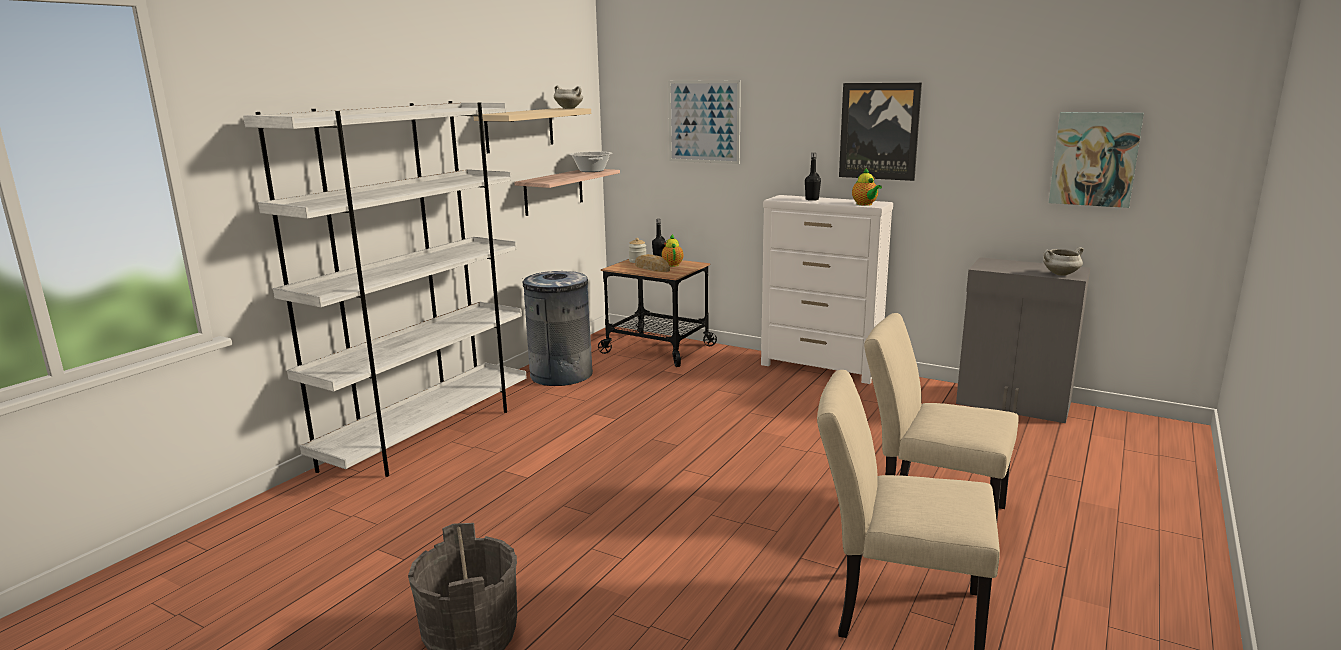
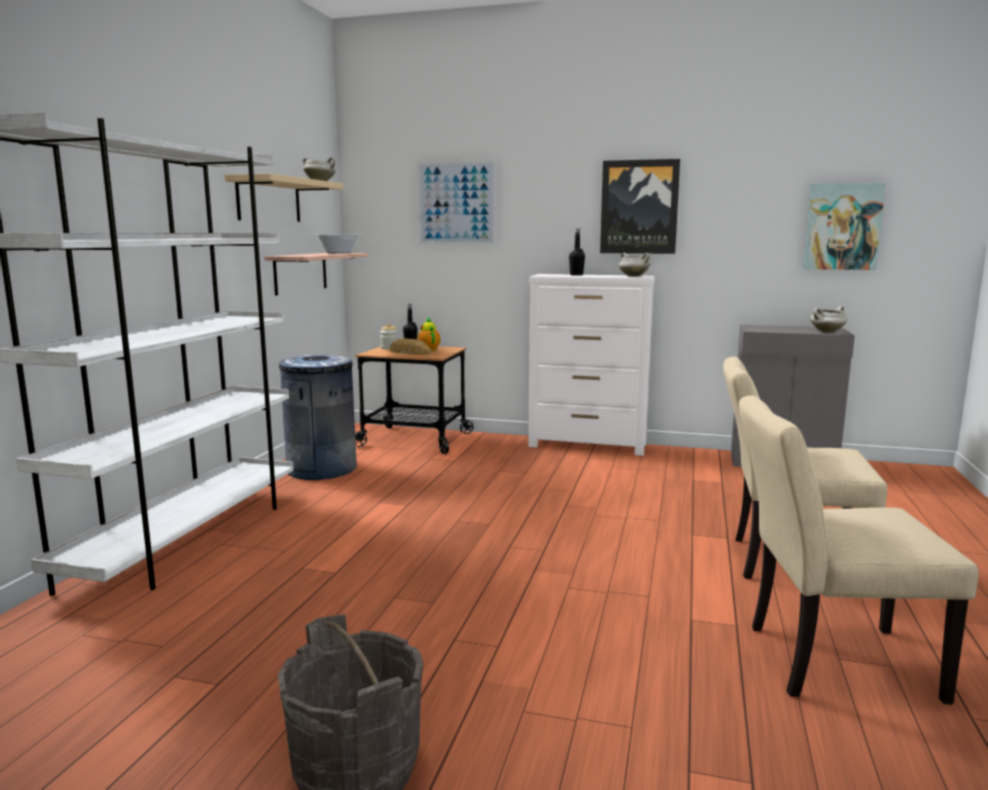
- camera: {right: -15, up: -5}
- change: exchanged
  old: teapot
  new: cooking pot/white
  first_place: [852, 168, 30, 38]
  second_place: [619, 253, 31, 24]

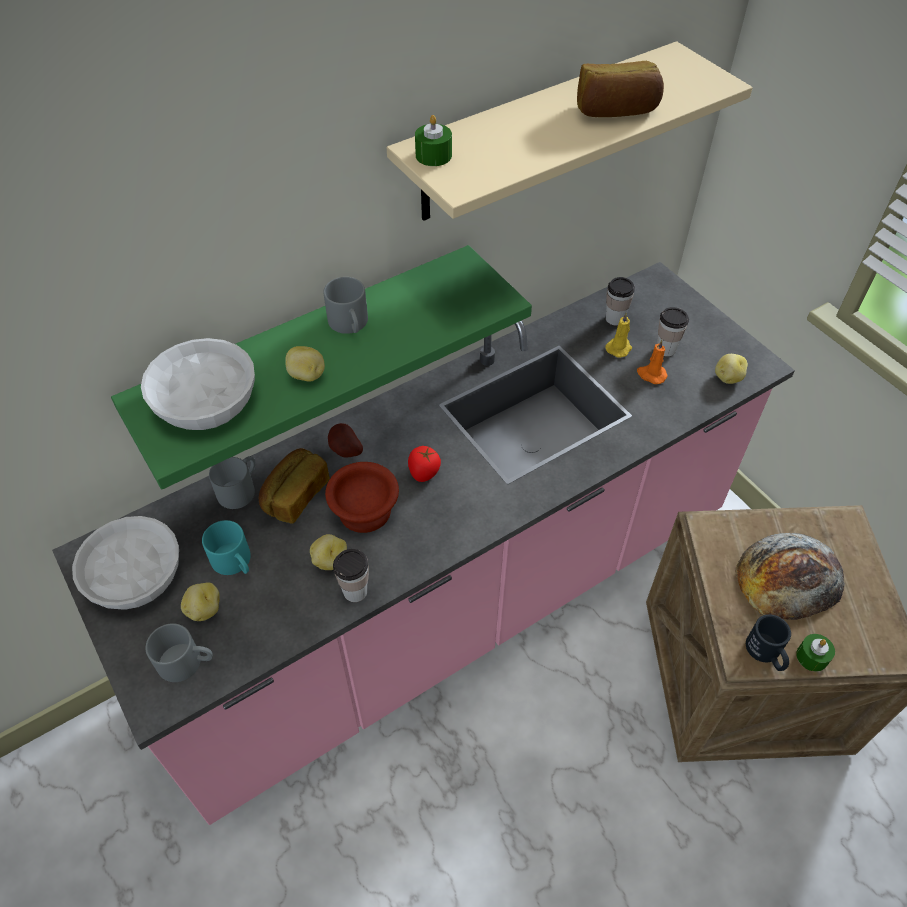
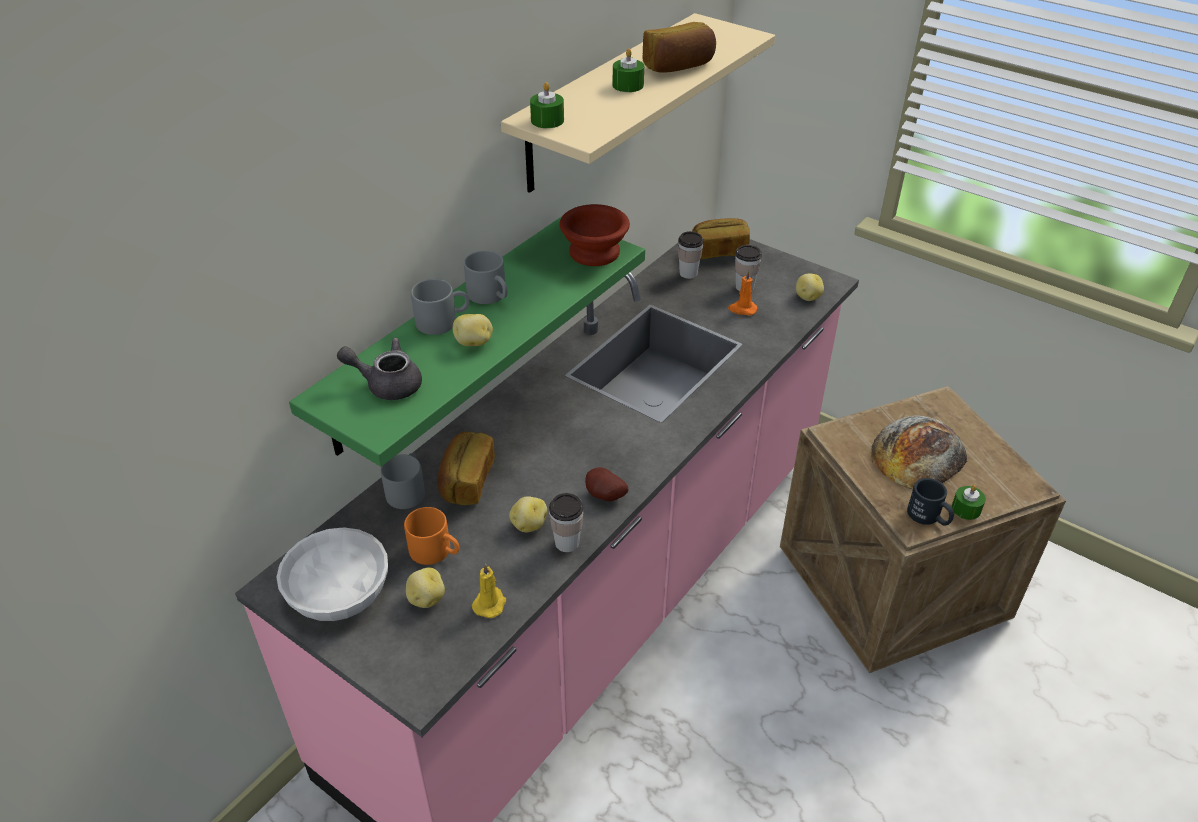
- camera: {right: -20, up: -10}
- change: relocated
  old: candle/yellow
  first_place: [605, 313, 27, 45]
  second_place: [472, 563, 34, 55]
- change: exchanged
  old: bowl/white
  new: teapot/grey
  first_place: [141, 338, 114, 92]
  second_place: [337, 338, 85, 62]
- change: relocated
  old: potato
  first_place: [328, 423, 35, 35]
  second_place: [585, 467, 44, 34]
- change: missing
  old: tomato
  first_place: [408, 446, 33, 36]
- change: relocated
  old: bowl/brown
  first_place: [325, 462, 74, 71]
  second_place: [560, 204, 70, 62]
- change: colour
  old: mug/turquoise
  new: mug/orange
  first_place: [202, 520, 49, 55]
  second_place: [404, 507, 56, 58]
- change: relocated
  old: mug/grey
  first_place: [146, 623, 67, 59]
  second_place: [411, 279, 59, 56]
- change: appeared
  new: candle/green
  second_place: [613, 48, 31, 44]
- change: appeared
  new: bread
  second_place: [692, 218, 58, 41]

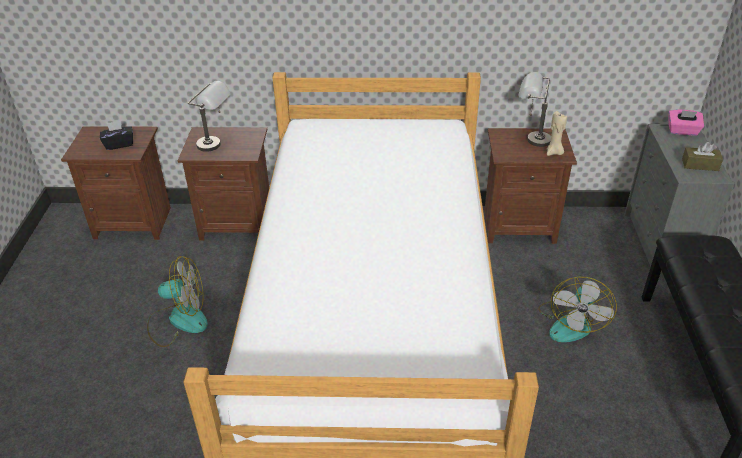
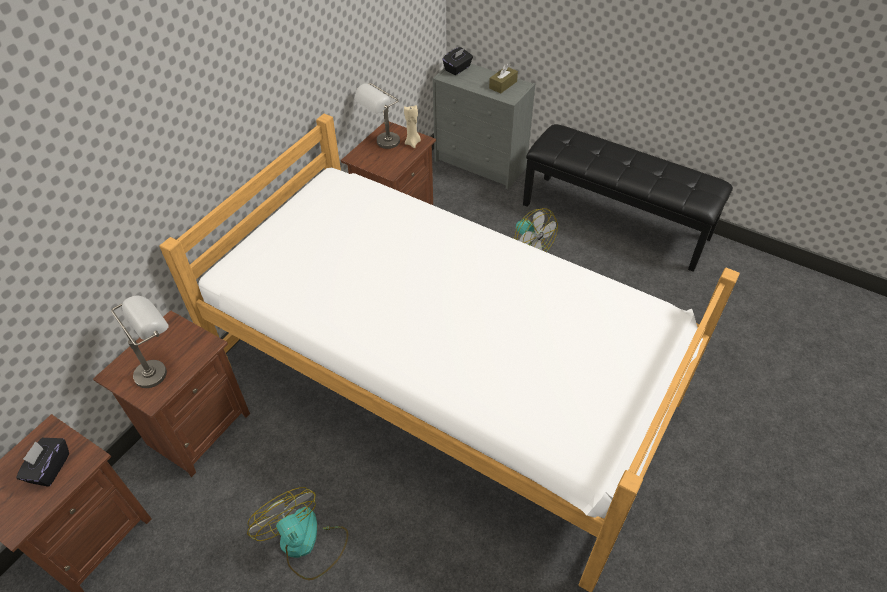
- camera: {right: -60, up: 10}
- change: colour
  old: tissue box/pink
  new: tissue box/black
  first_place: [668, 110, 36, 26]
  second_place: [442, 47, 31, 28]
- change: spun
  old: fan
  first_place: [147, 256, 61, 91]
  second_place: [247, 487, 101, 93]
  degrees: -60

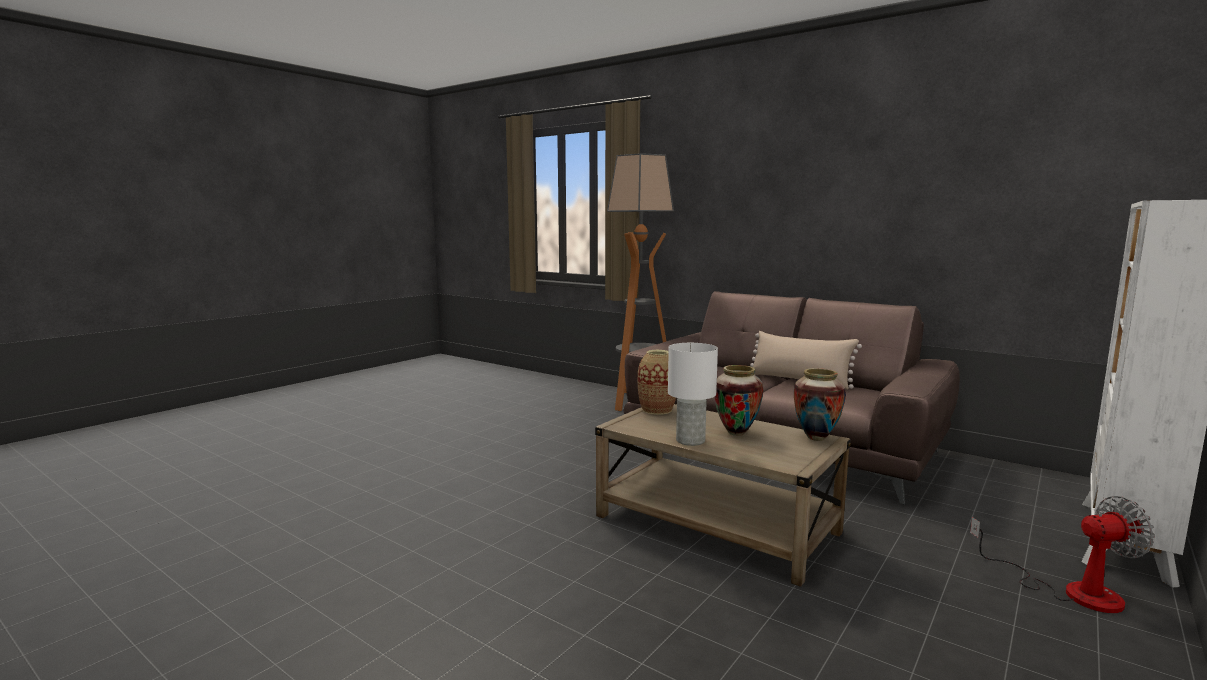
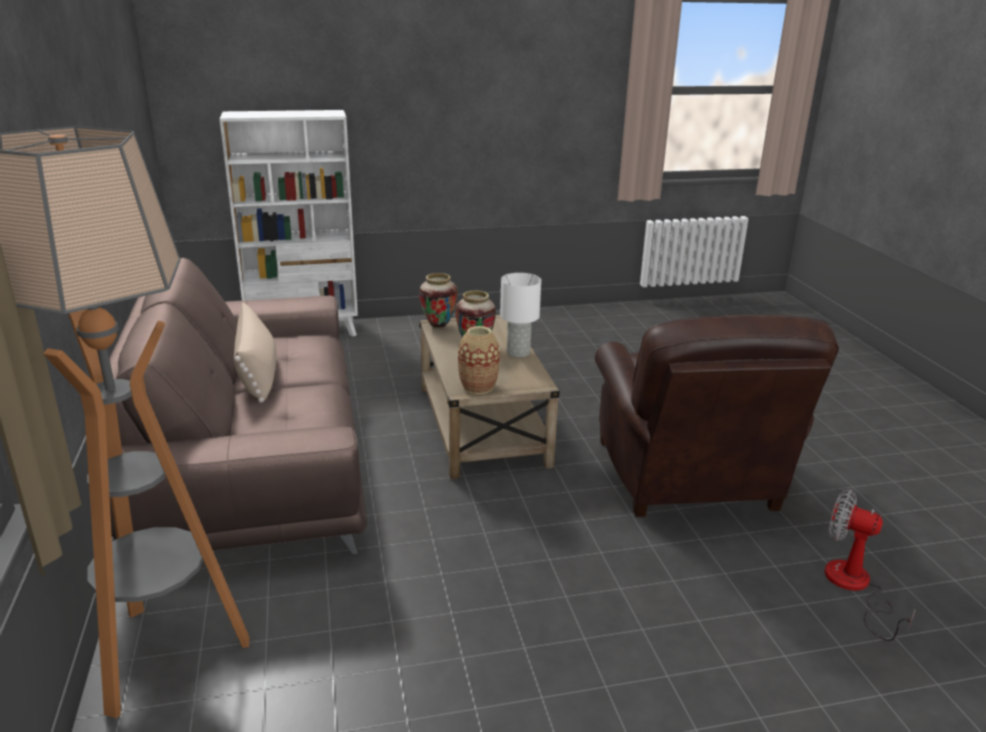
- camera: {right: -140, up: 15}
- change: relocated
  old: fan
  first_place: [970, 496, 185, 117]
  second_place: [825, 489, 90, 152]
- change: appeared
  new: armchair/brown
  second_place: [595, 315, 244, 202]

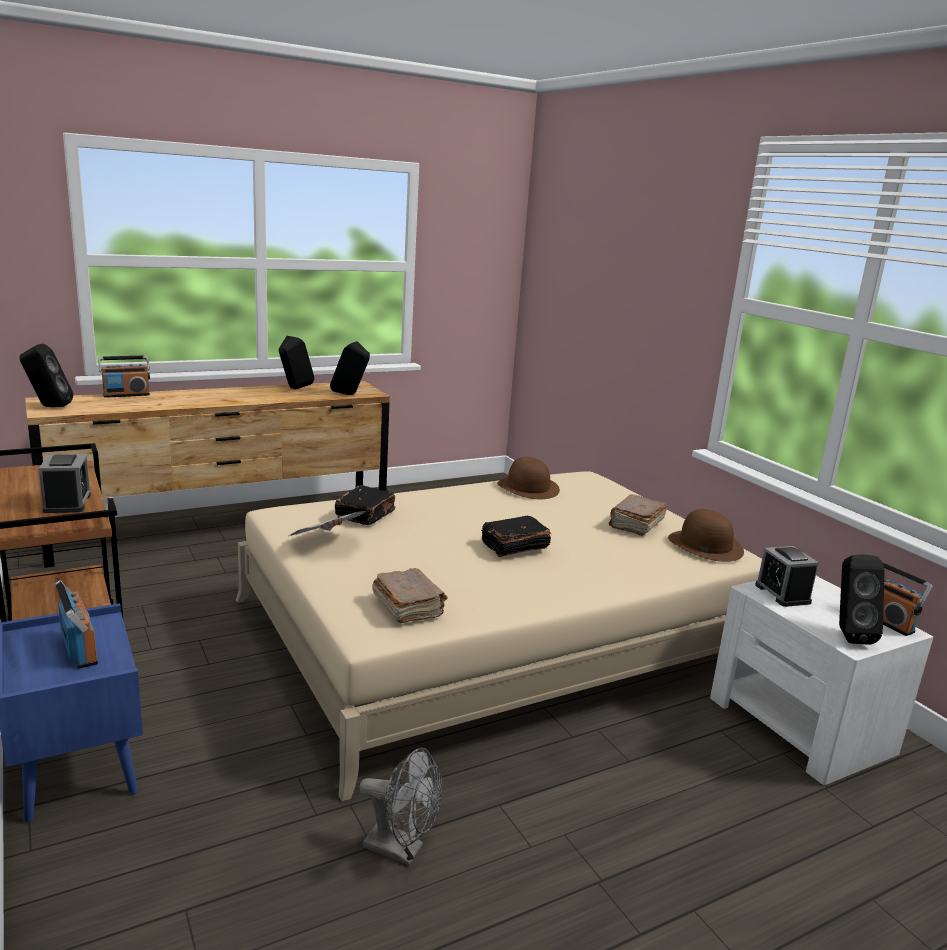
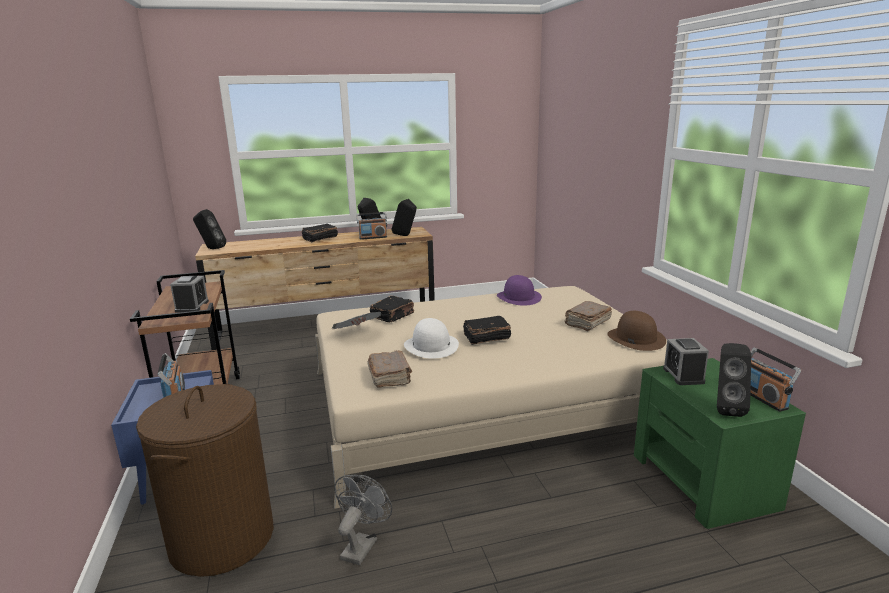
- camera: {right: 15, up: 0}
- change: relocated
  old: radio
  first_place: [98, 356, 52, 42]
  second_place: [356, 212, 31, 28]
- change: colour
  old: hat/brown
  new: hat/purple
  first_place: [497, 457, 63, 42]
  second_place: [497, 275, 45, 31]
- change: colour
  old: nightstand/white
  new: nightstand/green
  first_place: [710, 576, 223, 209]
  second_place: [634, 358, 172, 171]
- change: spun
  old: fan/grey
  first_place: [359, 747, 83, 118]
  second_place: [334, 475, 58, 90]
  degrees: -105
- change: appeared
  new: book/black
  second_place: [302, 224, 36, 18]
- change: appeared
  new: hat/white
  second_place: [404, 318, 55, 41]
- change: appeared
  new: laundry basket/brown
  second_place: [136, 384, 138, 193]

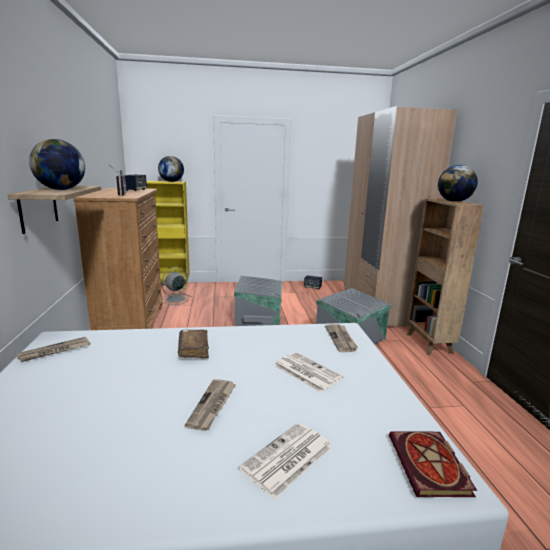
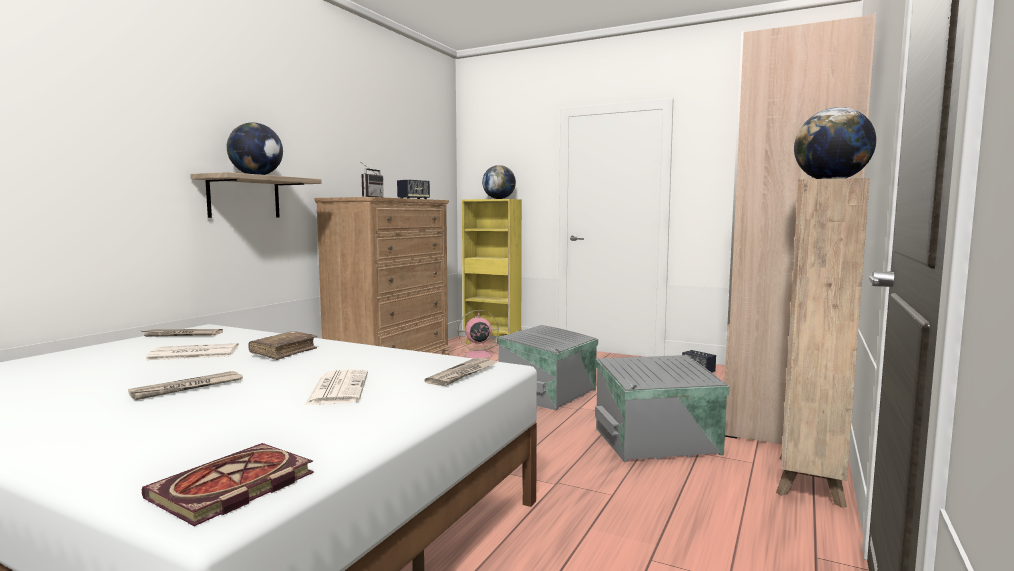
- camera: {right: 35, up: -10}
- change: colour
  old: fan/grey
  new: fan/pink
  first_place: [161, 267, 31, 38]
  second_place: [458, 310, 41, 49]
- change: relocated
  old: newspaper
  first_place: [239, 422, 93, 77]
  second_place: [145, 343, 94, 18]

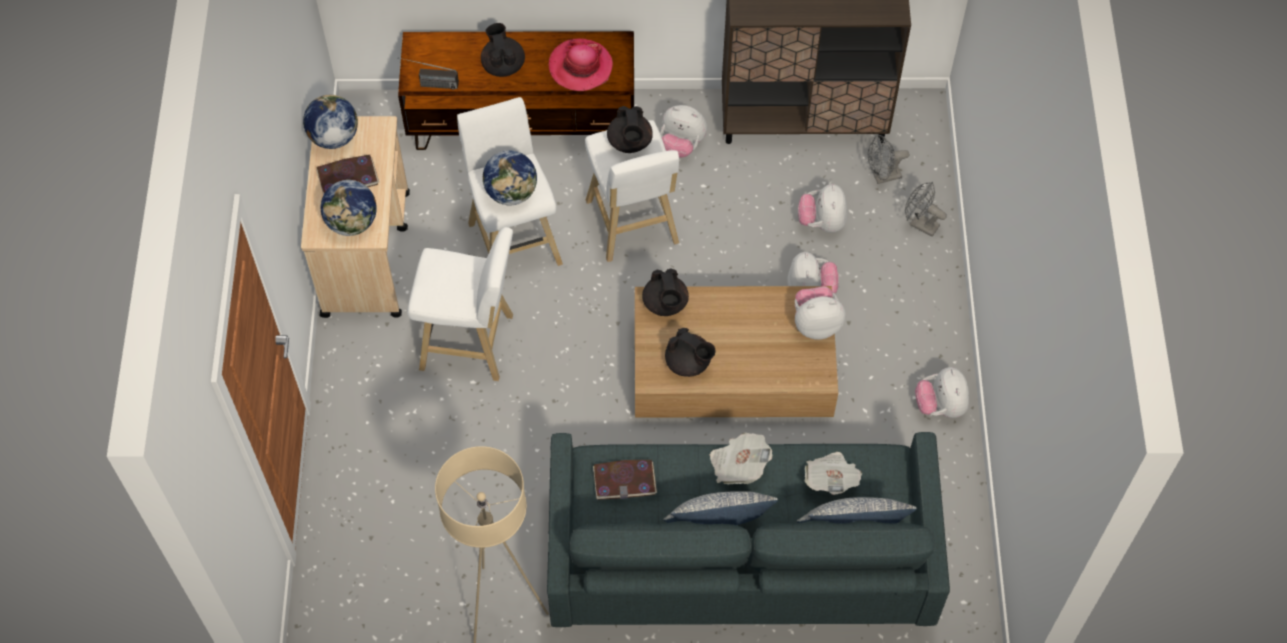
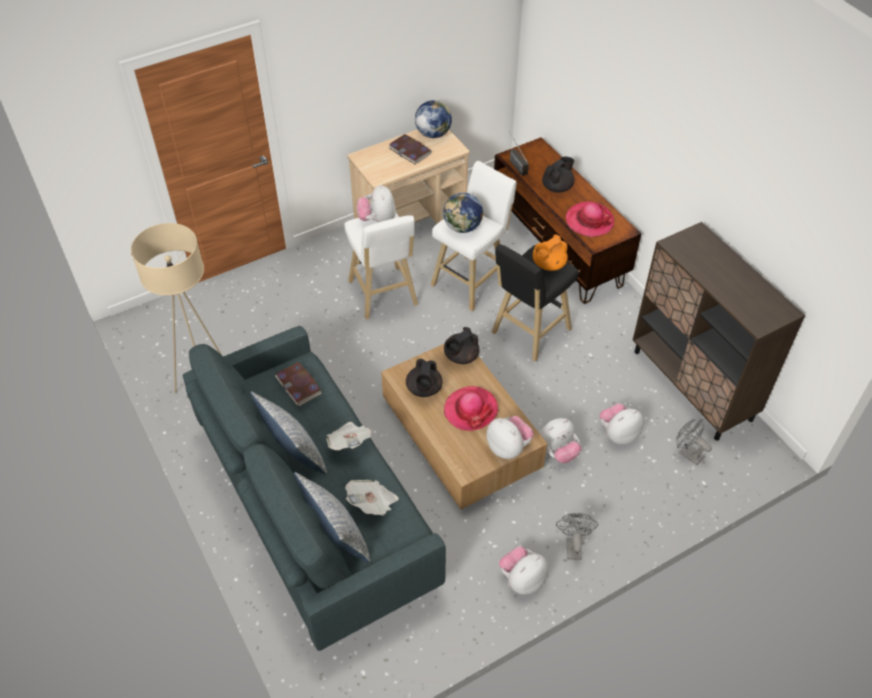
- camera: {right: 60, up: -10}
- change: relocated
  old: plush toy
  first_place: [660, 105, 47, 53]
  second_place: [357, 184, 39, 38]
- change: colour
  old: teapot/black
  new: teapot/orange
  first_place: [607, 106, 46, 47]
  second_place: [533, 234, 35, 37]
- change: colour
  old: stool/white
  new: stool/black
  first_place: [585, 120, 94, 142]
  second_place: [492, 244, 87, 118]
- change: missing
  old: globe
  first_place: [321, 180, 56, 56]
- change: relocated
  old: fan/grey
  first_place: [905, 182, 42, 55]
  second_place: [556, 513, 42, 47]
- change: appeared
  new: hat
  second_place: [444, 386, 54, 45]

